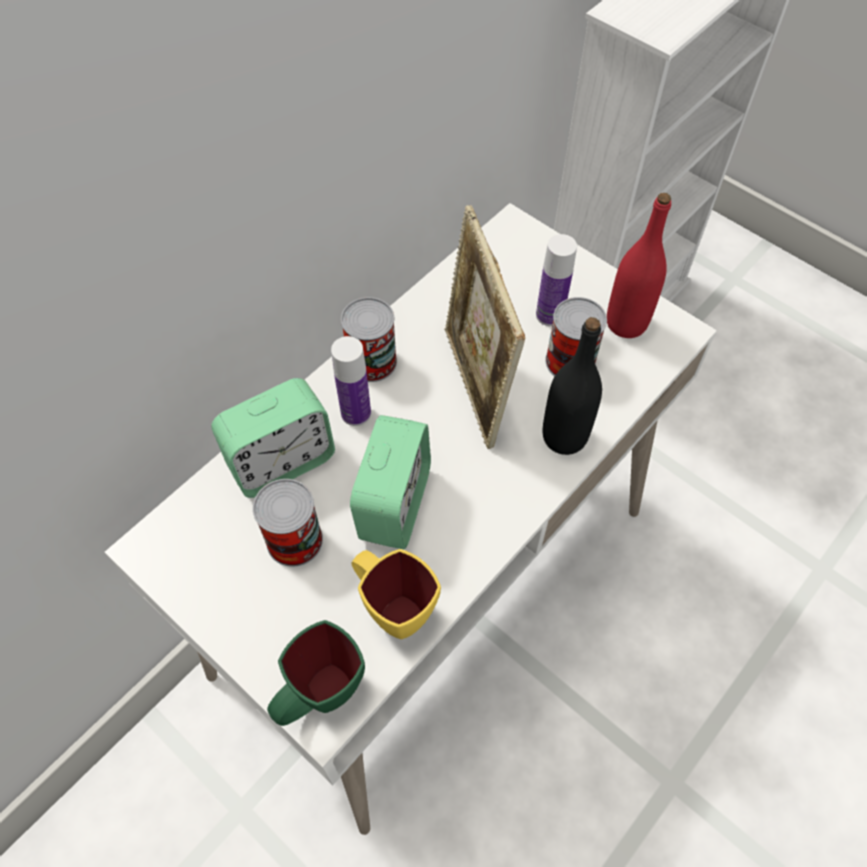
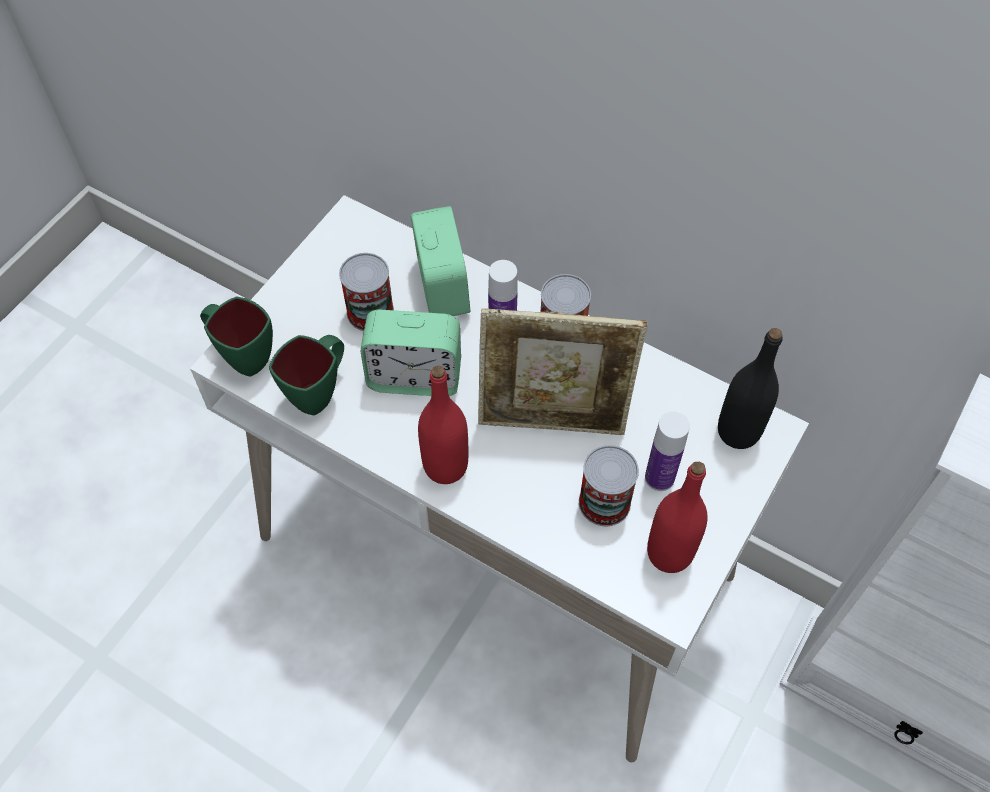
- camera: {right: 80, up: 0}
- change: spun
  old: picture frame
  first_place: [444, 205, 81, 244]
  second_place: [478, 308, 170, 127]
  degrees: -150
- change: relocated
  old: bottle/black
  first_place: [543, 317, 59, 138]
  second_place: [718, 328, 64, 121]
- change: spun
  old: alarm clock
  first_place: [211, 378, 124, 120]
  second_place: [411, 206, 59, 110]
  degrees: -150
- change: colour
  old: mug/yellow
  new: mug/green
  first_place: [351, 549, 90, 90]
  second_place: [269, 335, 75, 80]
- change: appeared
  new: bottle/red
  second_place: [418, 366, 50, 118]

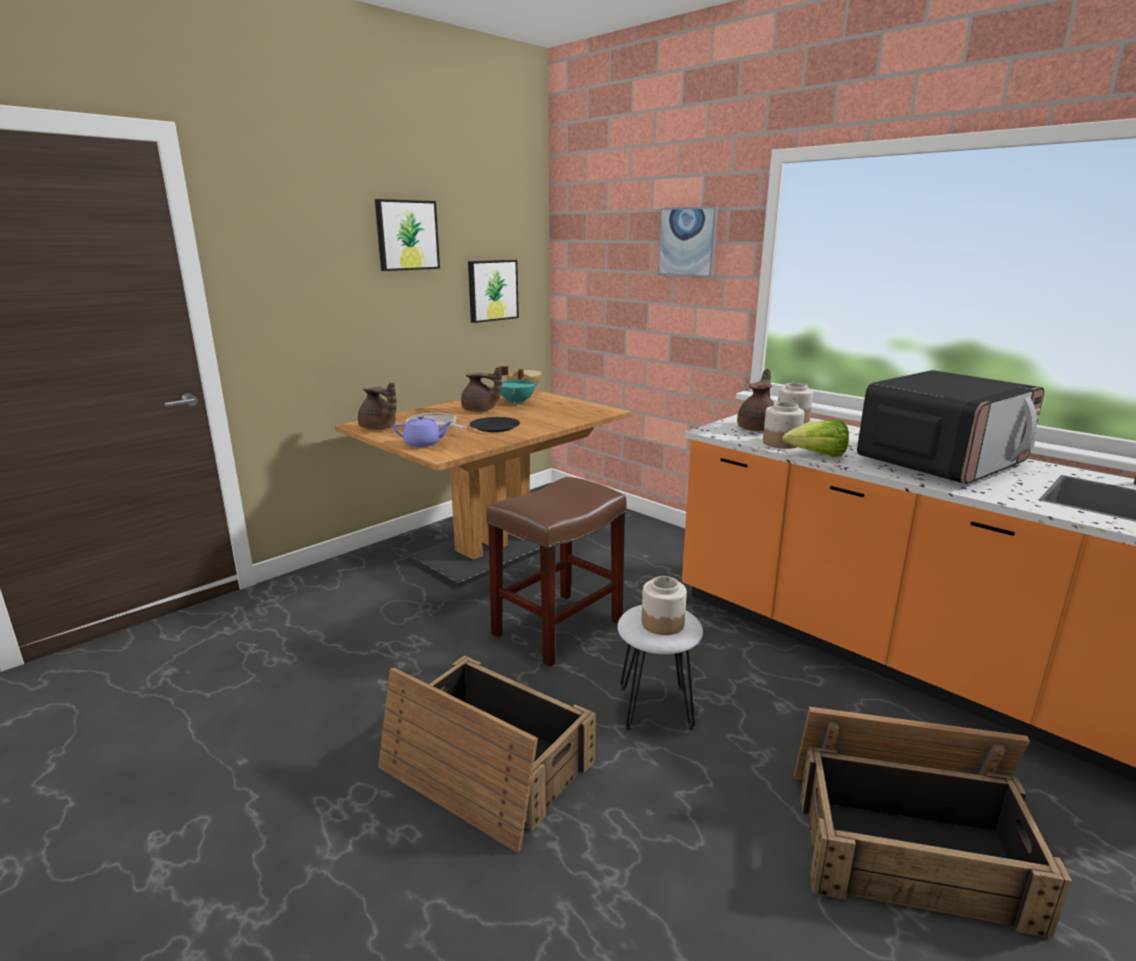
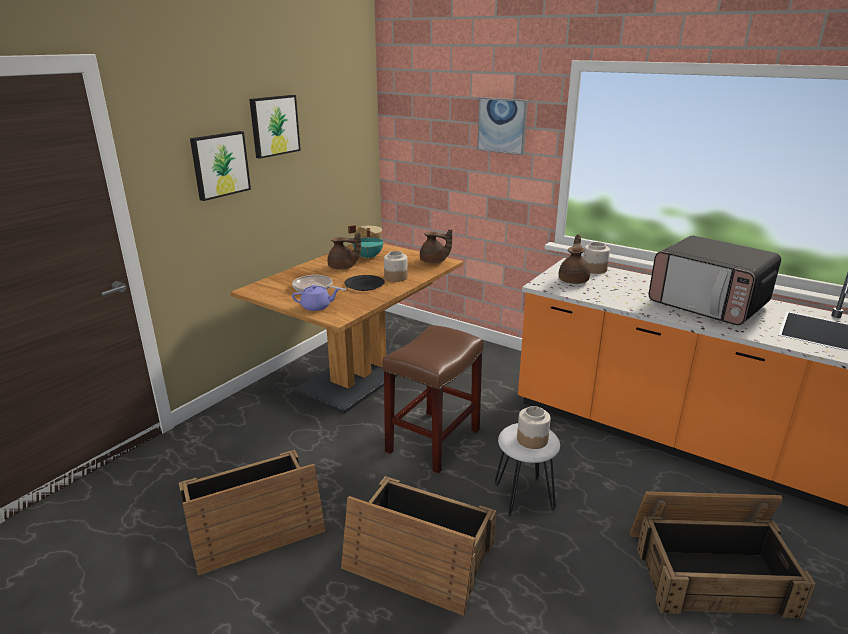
- camera: {right: -10, up: 5}
- change: relocated
  old: picture
  first_place: [468, 260, 51, 63]
  second_place: [190, 131, 61, 70]
- change: spun
  old: microwave
  first_place: [857, 370, 187, 114]
  second_place: [649, 235, 132, 91]
  degrees: 90
- change: relocated
  old: teapot/brown
  first_place: [358, 382, 39, 48]
  second_place: [420, 229, 32, 35]
- change: relocated
  old: jar
  first_place: [763, 402, 42, 47]
  second_place: [384, 251, 24, 31]
- change: missing
  old: lettuce
  first_place: [783, 419, 66, 38]
- change: appeared
  new: crate
  second_place: [179, 450, 147, 125]

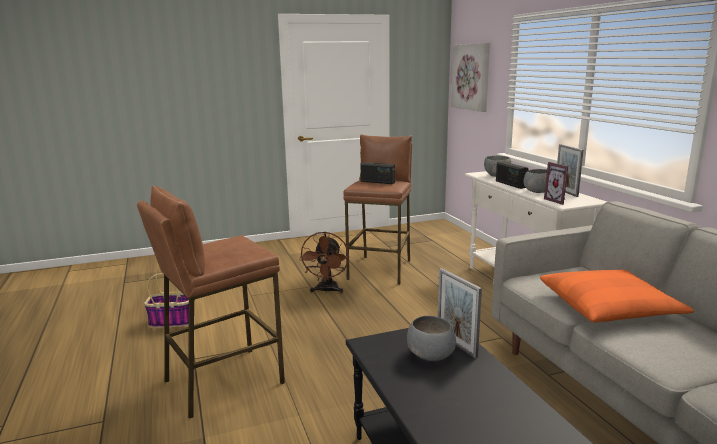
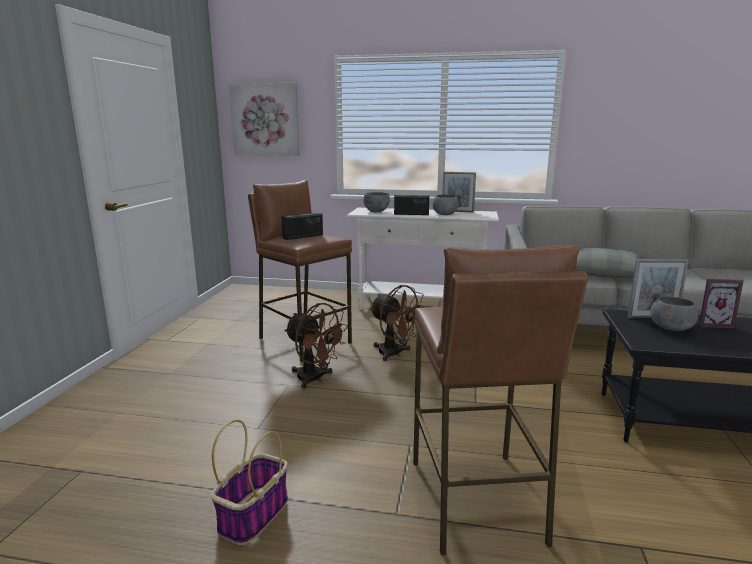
- camera: {right: -60, up: 0}
- change: relocated
  old: picture frame
  first_place: [544, 162, 24, 43]
  second_place: [699, 279, 45, 49]
- change: colour
  old: pillow/orange
  new: pillow/grey
  first_place: [540, 269, 154, 53]
  second_place: [576, 248, 67, 30]
- change: appeared
  new: fan/brown
  second_place: [369, 285, 56, 76]

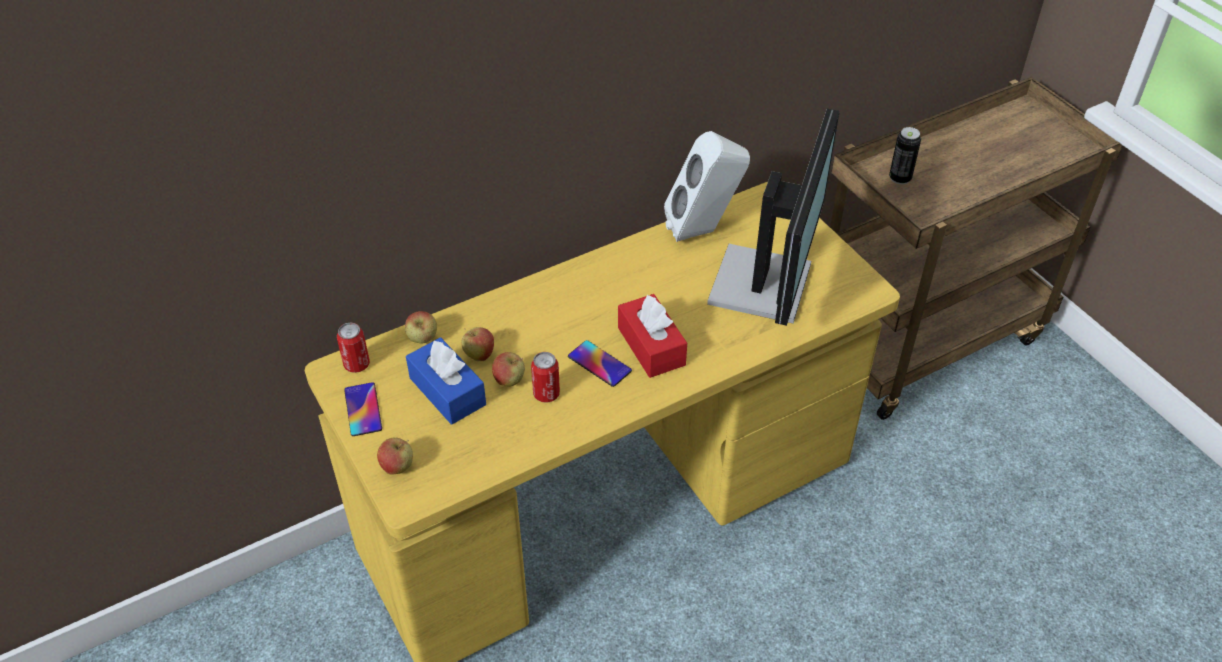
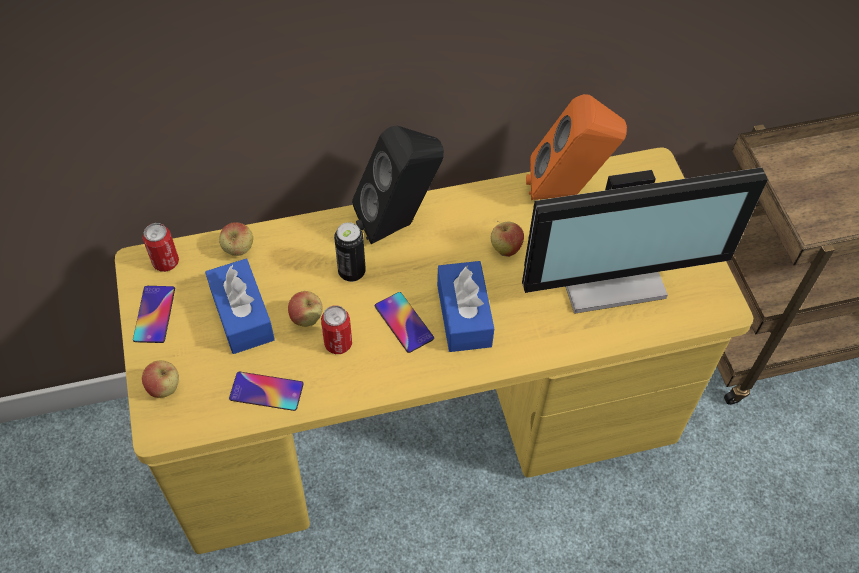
- camera: {right: 15, up: 10}
- change: spun
  old: monitor
  first_place: [707, 109, 133, 217]
  second_place: [522, 167, 246, 147]
  degrees: 45
- change: relocated
  old: can
  first_place: [889, 127, 32, 58]
  second_place: [334, 222, 32, 60]
- change: colour
  old: speaker/white
  new: speaker/orange
  first_place: [664, 131, 86, 111]
  second_place: [526, 94, 101, 106]
- change: colour
  old: tissue box/red
  new: tissue box/blue
  first_place: [618, 294, 69, 84]
  second_place: [437, 261, 57, 91]
- change: relocated
  old: apple
  first_place: [461, 327, 33, 34]
  second_place: [491, 221, 33, 36]
- change: appeared
  new: speaker/black
  second_place: [352, 125, 92, 119]
- change: appeared
  new: phone
  second_place: [229, 372, 75, 39]

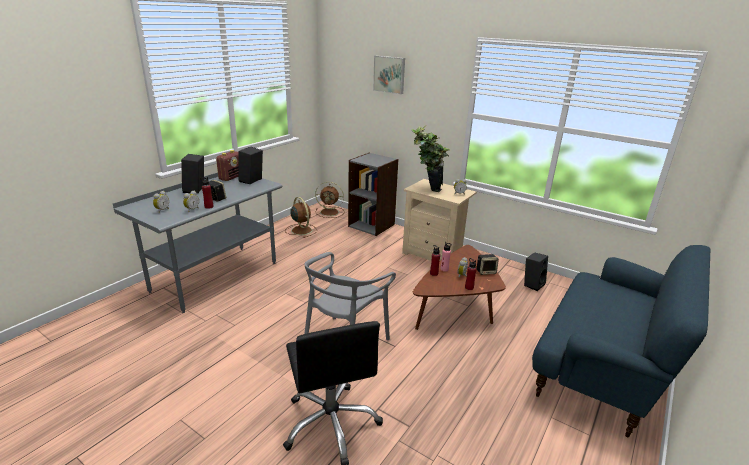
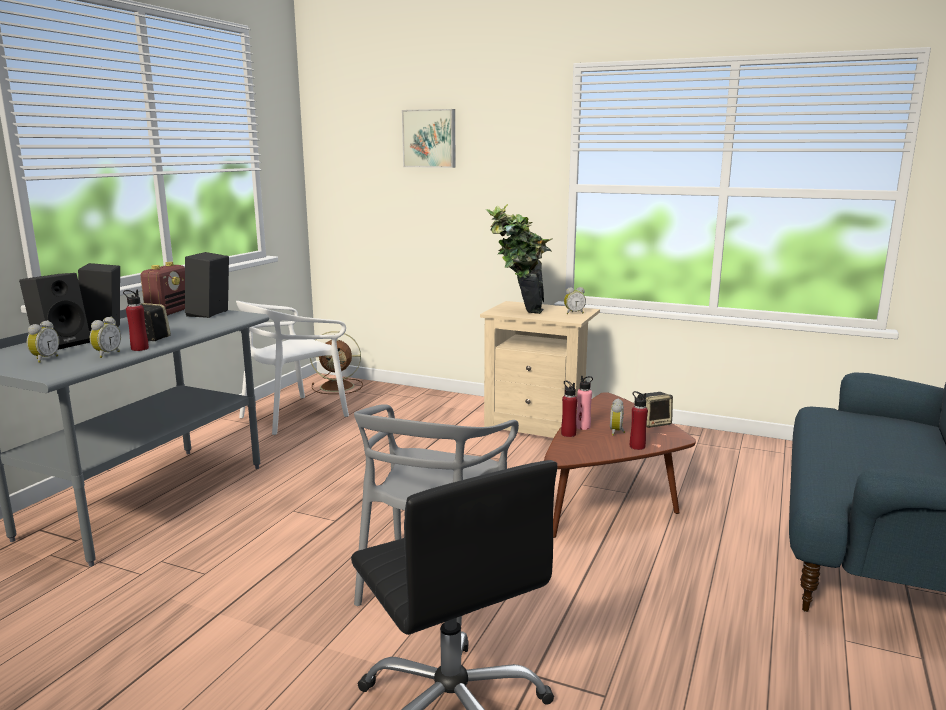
- camera: {right: -10, up: -10}
- change: missing
  old: bookcase/grey
  first_place: [348, 153, 50, 83]
- change: exchanged
  old: fan/brown
  new: chair/white
  first_place: [285, 197, 32, 41]
  second_place: [236, 301, 113, 134]
- change: relocated
  old: speaker/black
  first_place: [524, 252, 24, 39]
  second_place: [19, 273, 71, 77]

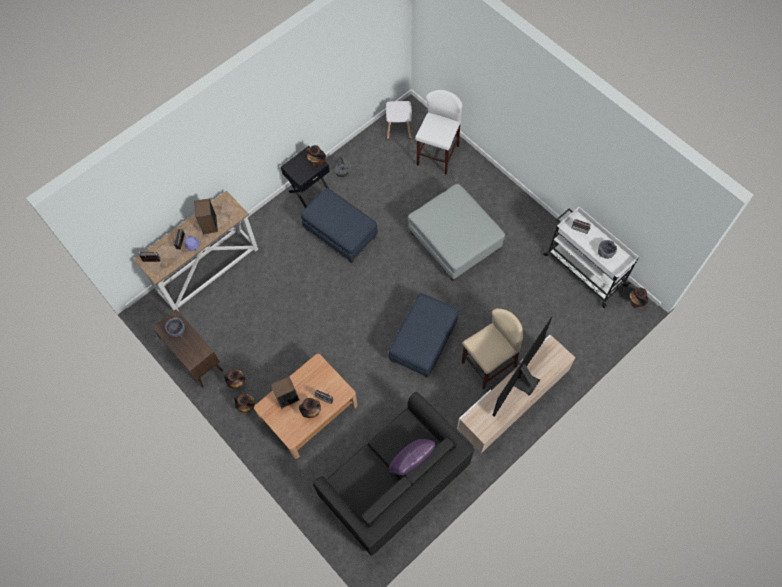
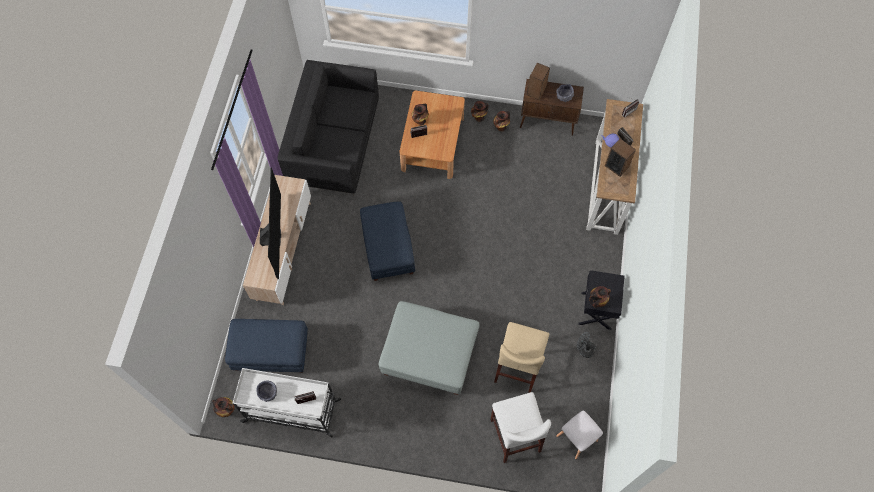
- camera: {right: 140, up: 0}
- change: relocated
  old: ottoman/blue
  first_place: [301, 188, 77, 75]
  second_place: [225, 319, 83, 54]
- change: relocated
  old: stool/beige
  first_place: [462, 308, 61, 82]
  second_place: [494, 322, 55, 71]
- change: relocated
  old: speaker
  first_place: [270, 376, 29, 33]
  second_place: [527, 63, 23, 37]
- change: missing
  old: pillow/purple
  first_place: [389, 439, 46, 36]

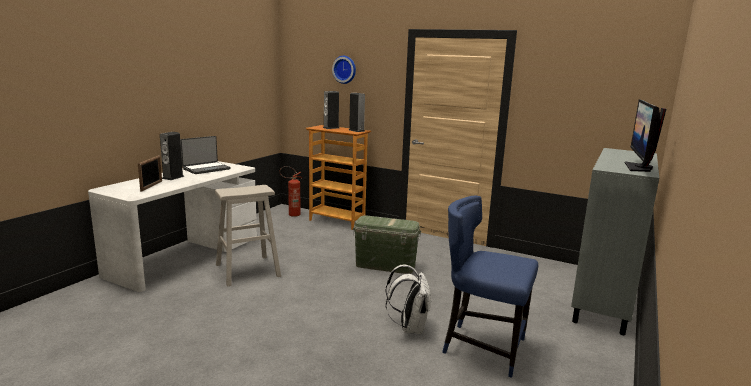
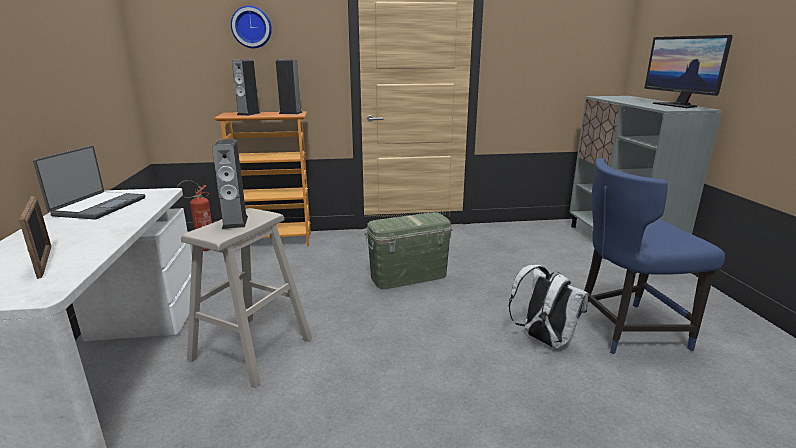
- camera: {right: -35, up: 5}
- change: relocated
  old: speaker
  first_place: [160, 132, 24, 48]
  second_place: [212, 139, 36, 90]

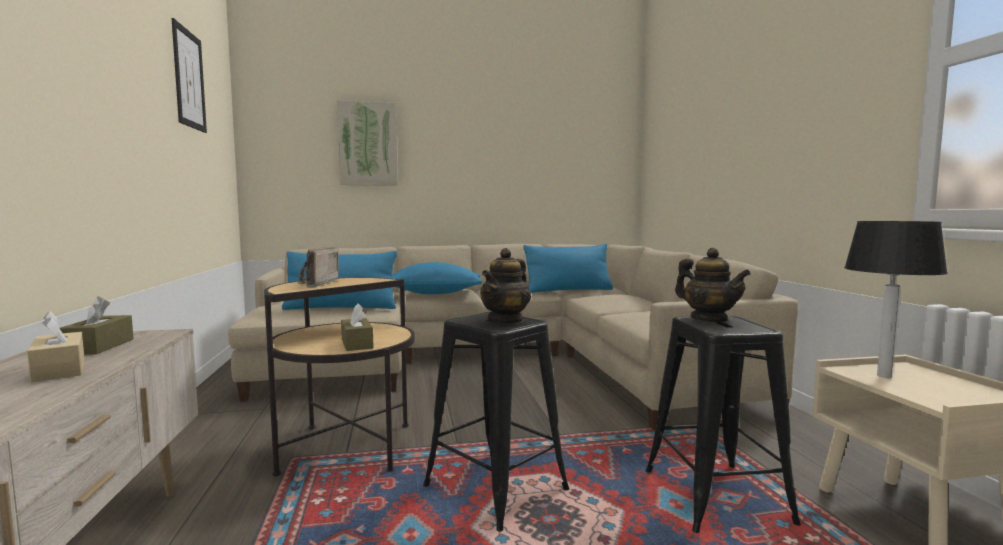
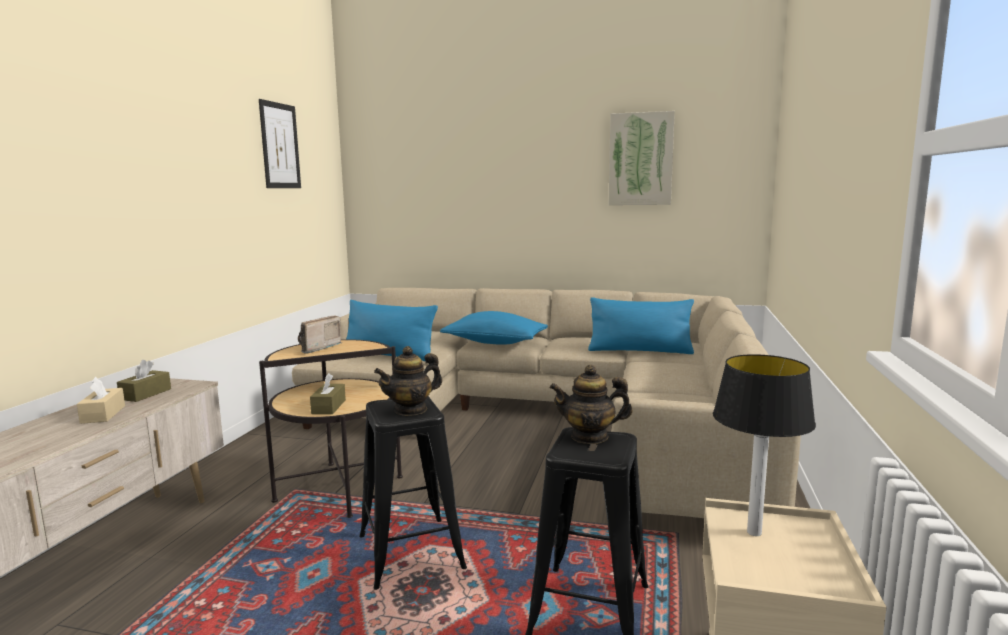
- camera: {right: 25, up: 5}
- change: relocated
  old: picture
  first_place: [337, 100, 61, 86]
  second_place: [609, 111, 66, 94]
- change: spun
  old: teapot
  first_place: [675, 248, 76, 74]
  second_place: [550, 365, 82, 79]
  degrees: 105

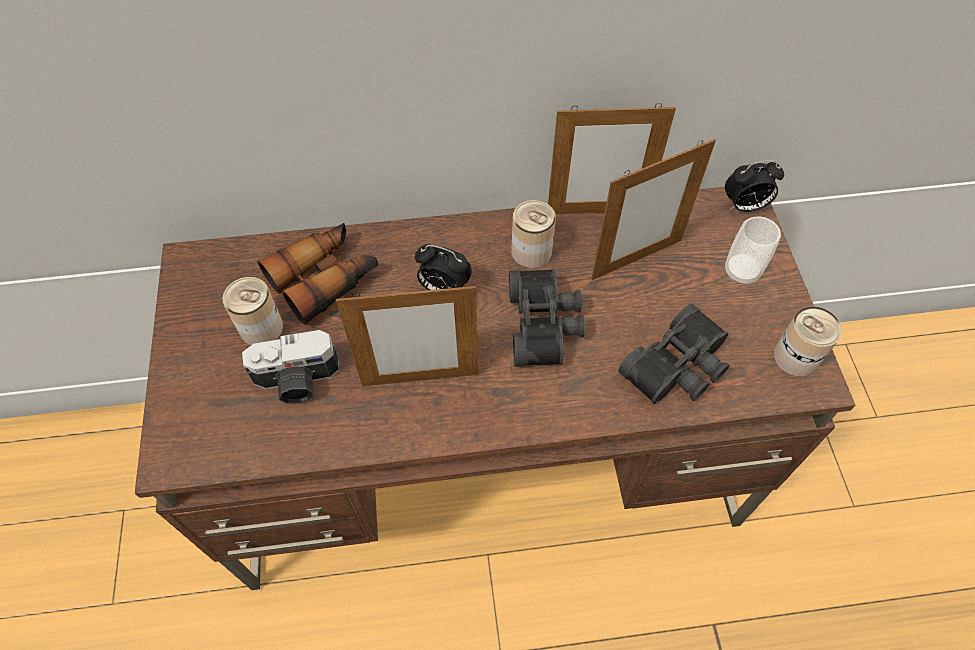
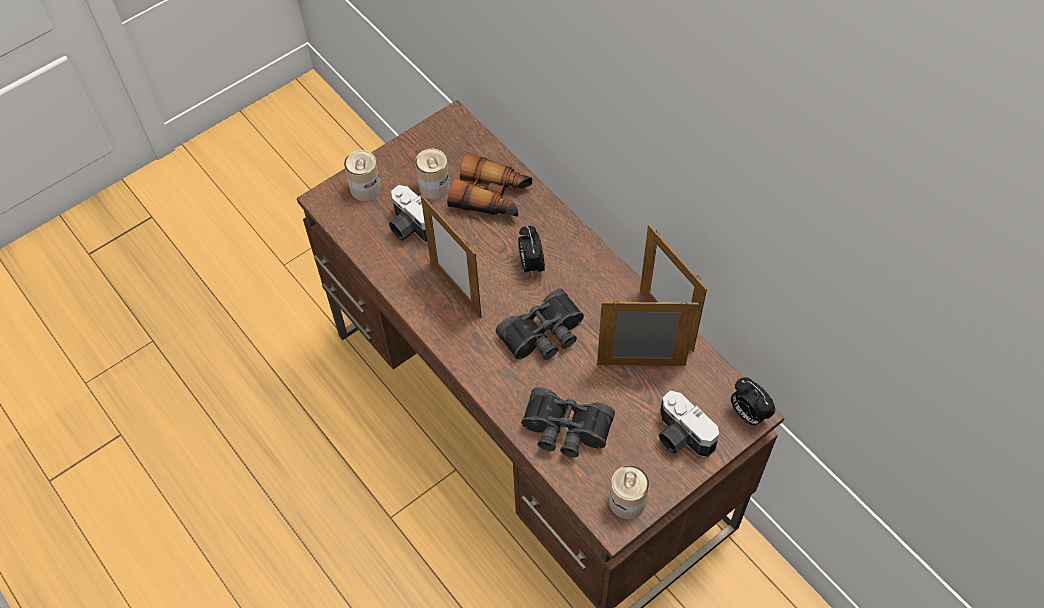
- camera: {right: 60, up: 0}
- change: spun
  old: picture frame
  first_place: [592, 139, 124, 141]
  second_place: [597, 301, 101, 65]
  degrees: 150
- change: relocated
  old: can
  first_place: [511, 200, 45, 68]
  second_place: [344, 150, 37, 51]
- change: exchanged
  old: cup
  new: photo camera
  first_place: [725, 217, 56, 68]
  second_place: [659, 390, 60, 68]

